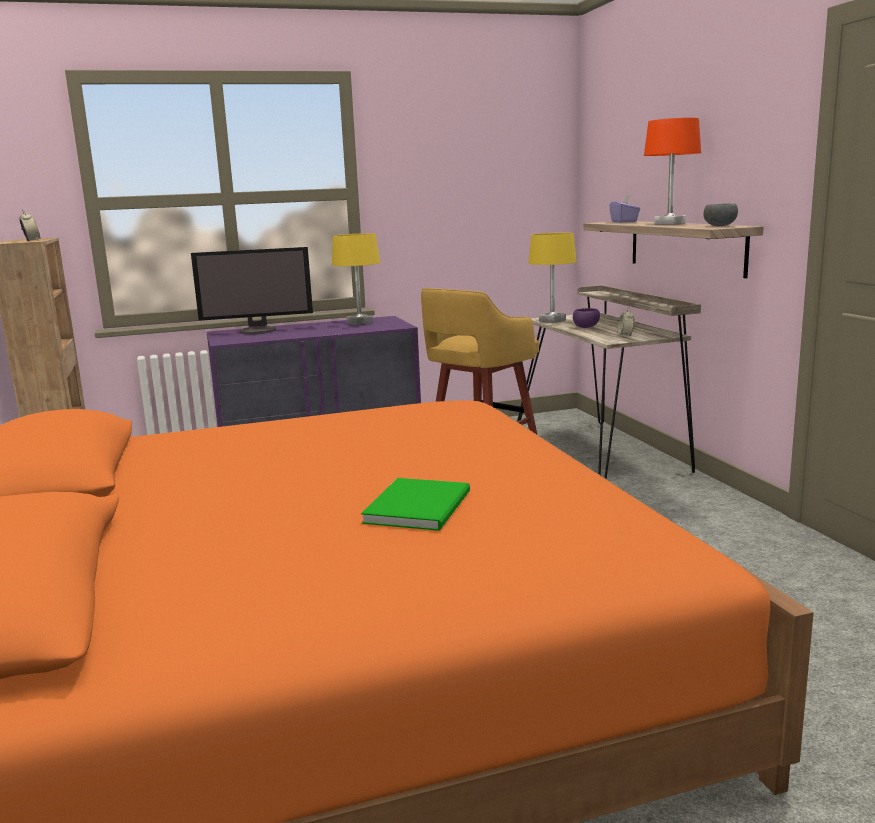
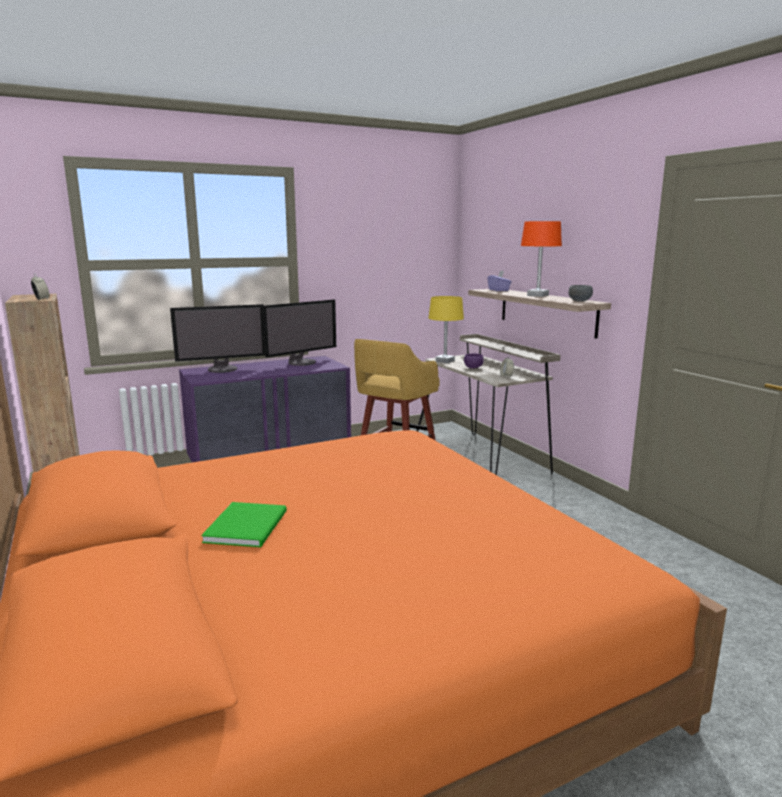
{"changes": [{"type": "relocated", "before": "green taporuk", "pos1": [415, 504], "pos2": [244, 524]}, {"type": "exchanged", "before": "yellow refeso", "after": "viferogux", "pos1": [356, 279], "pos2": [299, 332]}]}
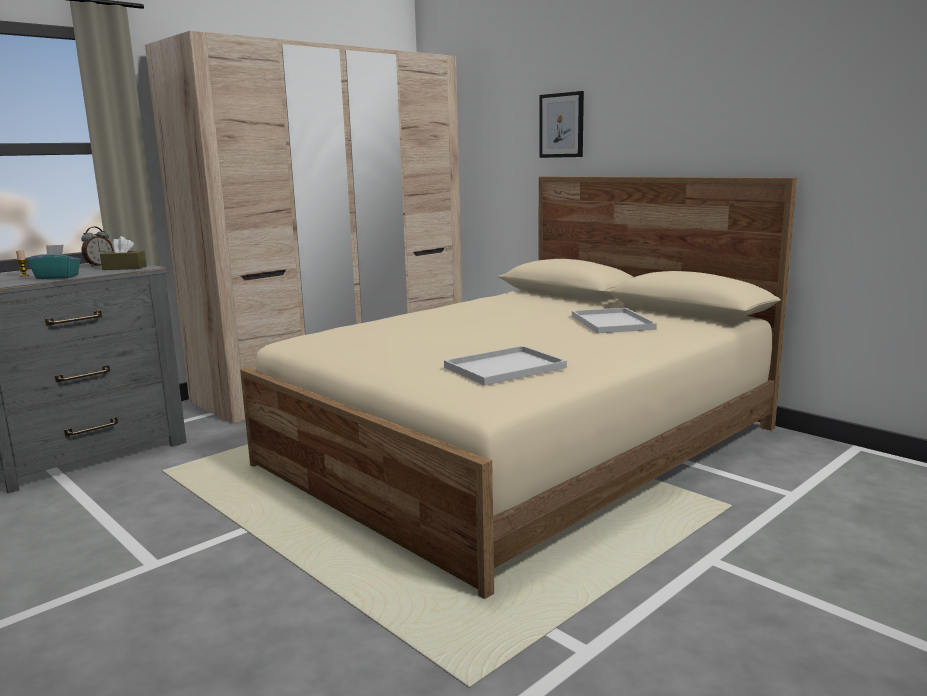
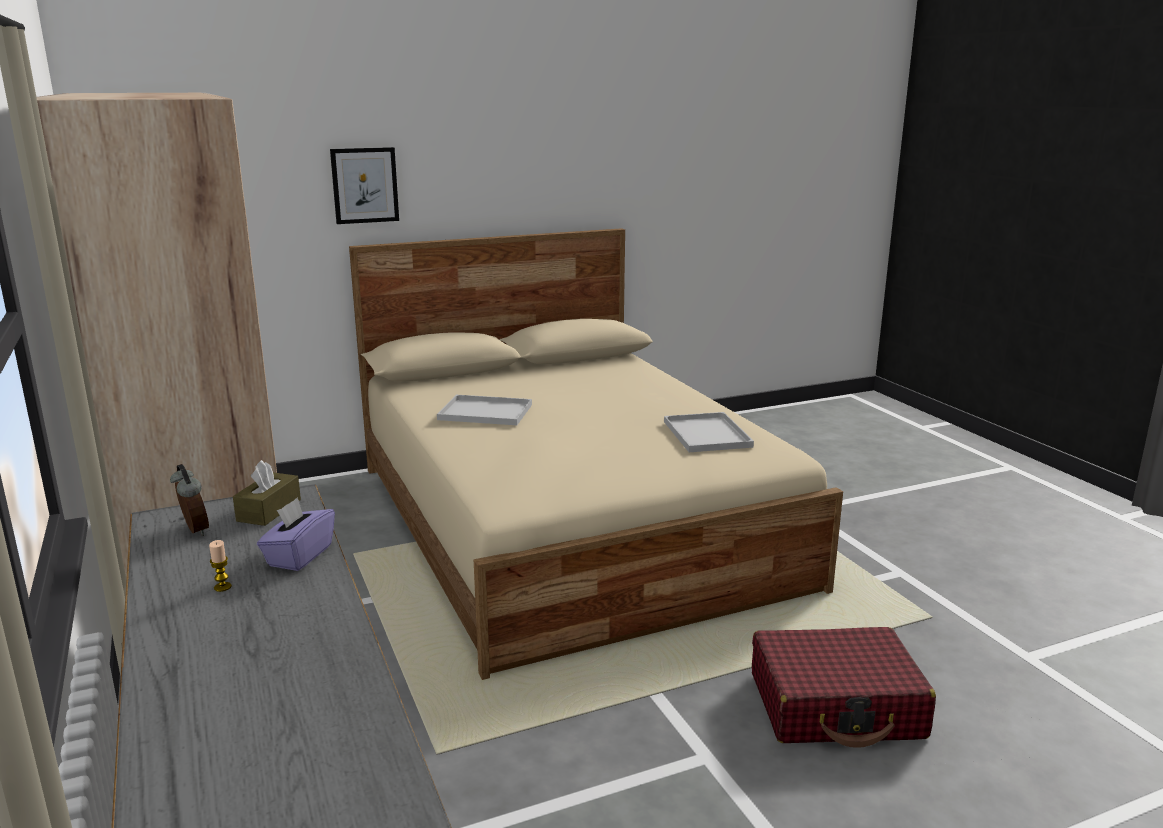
{"changes": [{"type": "appeared", "after": "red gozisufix", "pos2": [844, 687]}, {"type": "relocated", "before": "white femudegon", "pos1": [614, 321], "pos2": [484, 410]}, {"type": "colour", "before": "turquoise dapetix", "after": "purple dapetix", "pos1": [54, 262], "pos2": [296, 534]}]}
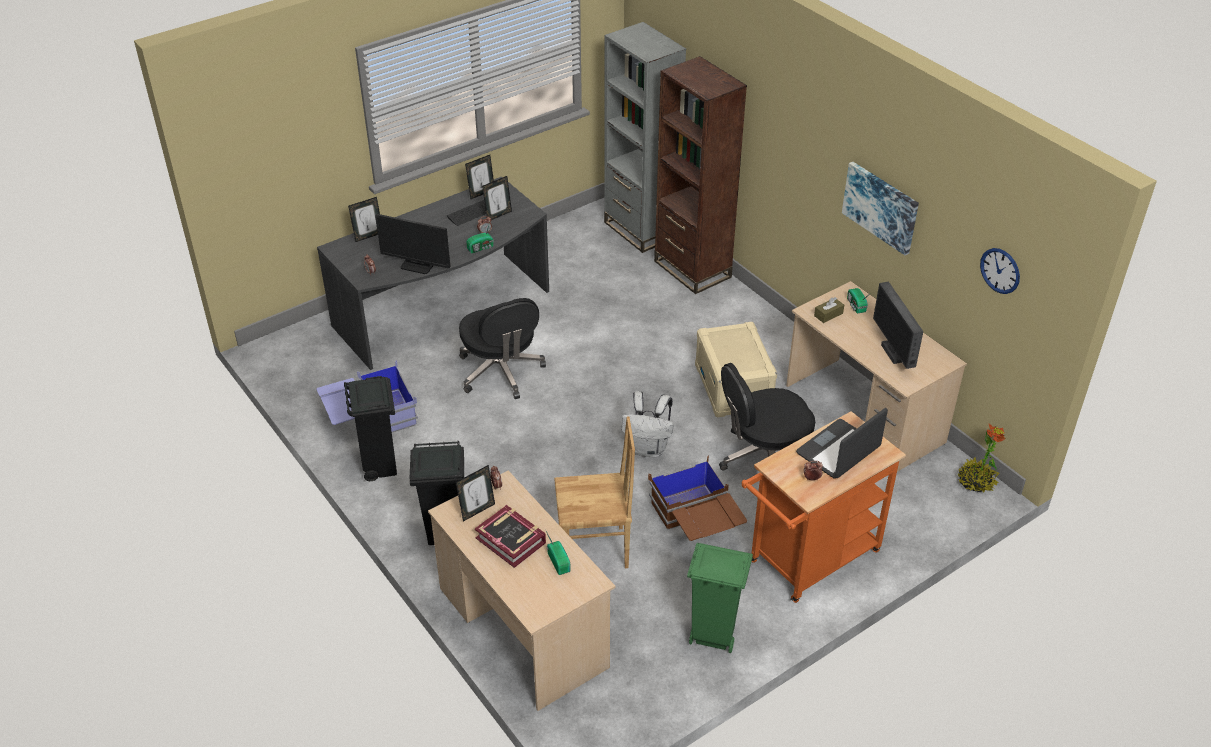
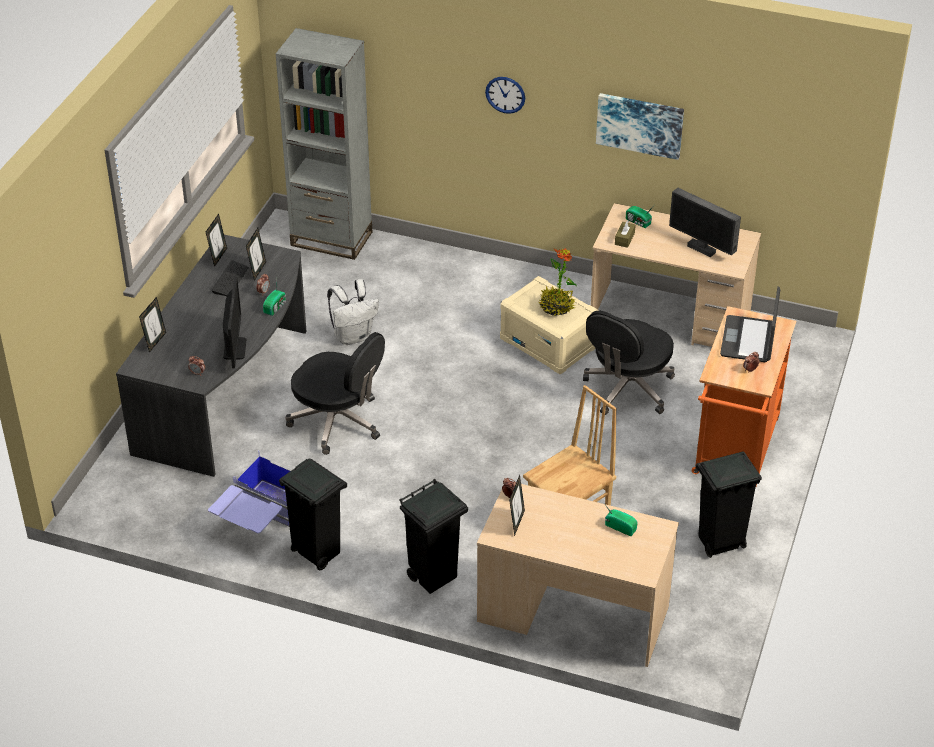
{"changes": [{"type": "missing", "before": "taporuk", "pos1": [510, 536]}, {"type": "missing", "before": "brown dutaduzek", "pos1": [697, 498]}, {"type": "missing", "before": "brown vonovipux", "pos1": [700, 175]}, {"type": "relocated", "before": "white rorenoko", "pos1": [648, 424], "pos2": [353, 312]}, {"type": "relocated", "before": "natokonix", "pos1": [982, 458], "pos2": [558, 282]}, {"type": "relocated", "before": "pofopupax", "pos1": [1000, 271], "pos2": [505, 95]}, {"type": "colour", "before": "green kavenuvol", "after": "black kavenuvol", "pos1": [720, 598], "pos2": [729, 505]}, {"type": "spun", "before": "viferogux", "pos1": [413, 244], "pos2": [234, 322], "turn": -75}]}
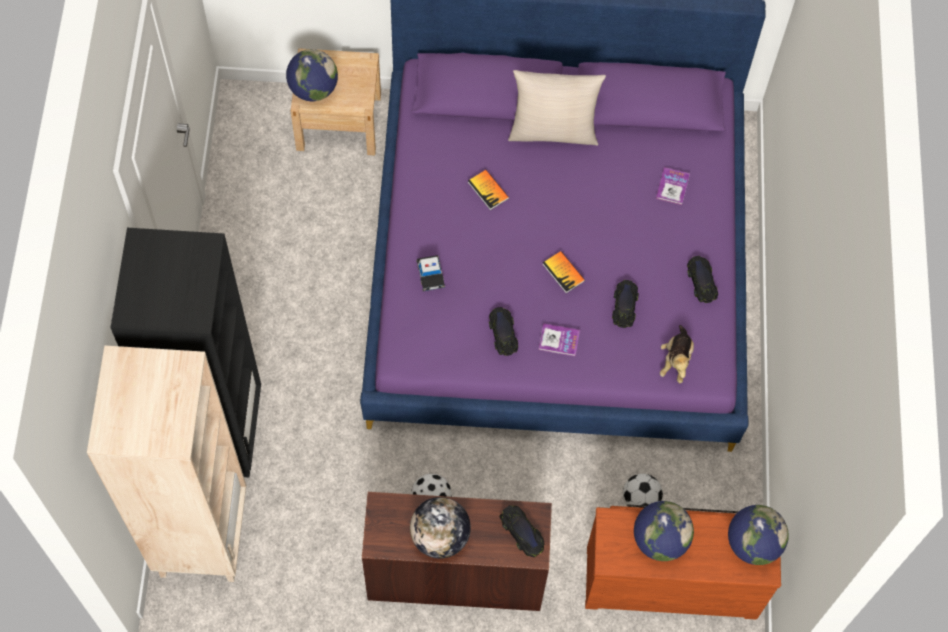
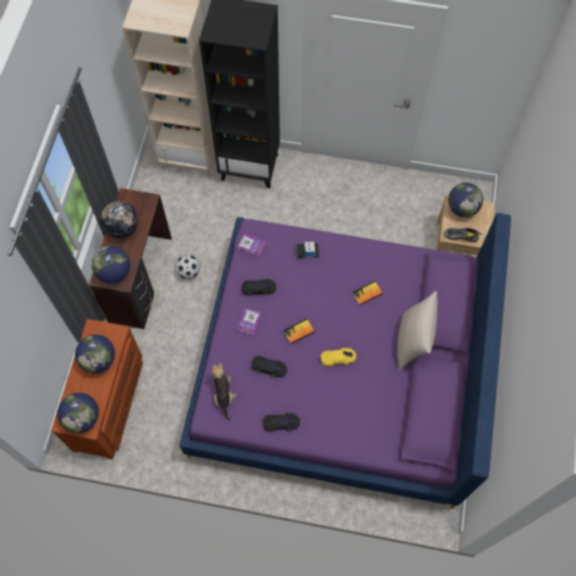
{"changes": [{"type": "missing", "before": "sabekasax", "pos1": [643, 491]}, {"type": "appeared", "after": "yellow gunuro", "pos2": [338, 357]}, {"type": "appeared", "after": "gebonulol", "pos2": [463, 235]}, {"type": "relocated", "before": "taporuk", "pos1": [673, 186], "pos2": [251, 245]}, {"type": "exchanged", "before": "black gunuro", "after": "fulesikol", "pos1": [522, 531], "pos2": [111, 265]}, {"type": "spun", "before": "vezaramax", "pos1": [677, 354], "pos2": [224, 392], "turn": 60}]}
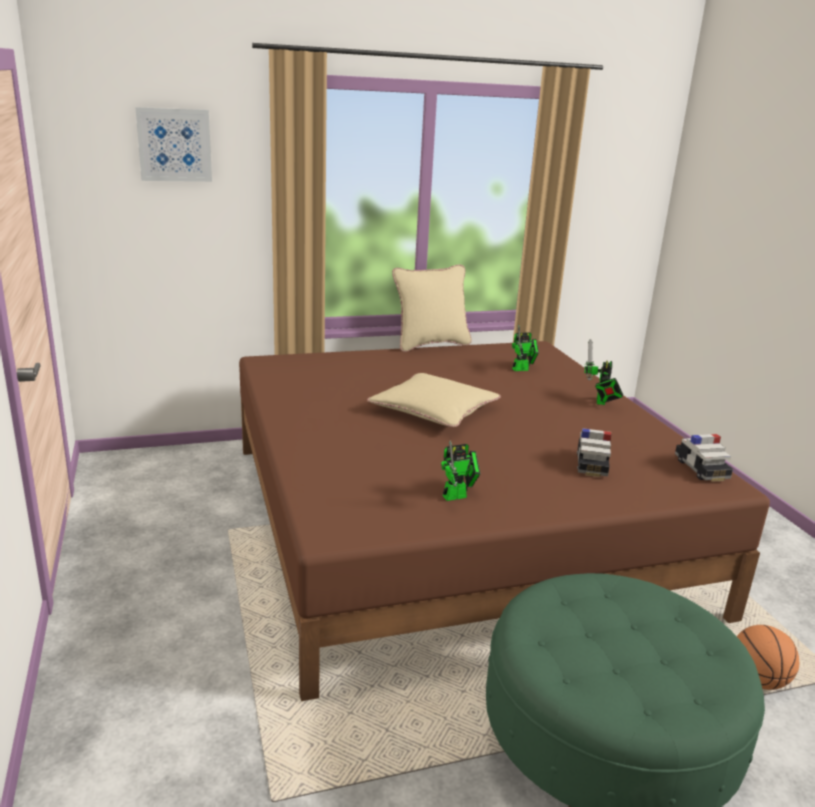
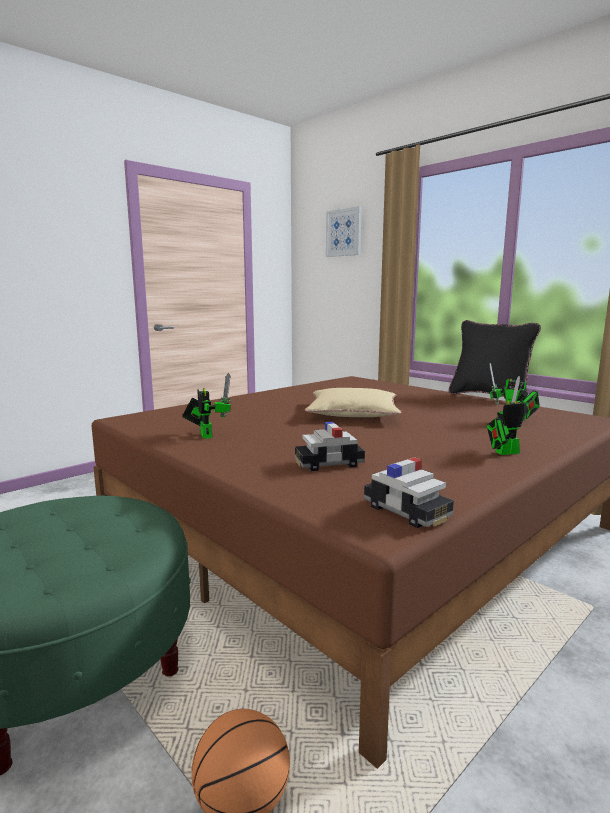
{"changes": [{"type": "colour", "before": "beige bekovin", "after": "black bekovin", "pos1": [432, 308], "pos2": [495, 361]}, {"type": "spun", "before": "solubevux", "pos1": [460, 470], "pos2": [206, 406], "turn": -150}, {"type": "spun", "before": "gunuro", "pos1": [704, 458], "pos2": [409, 492], "turn": -90}]}
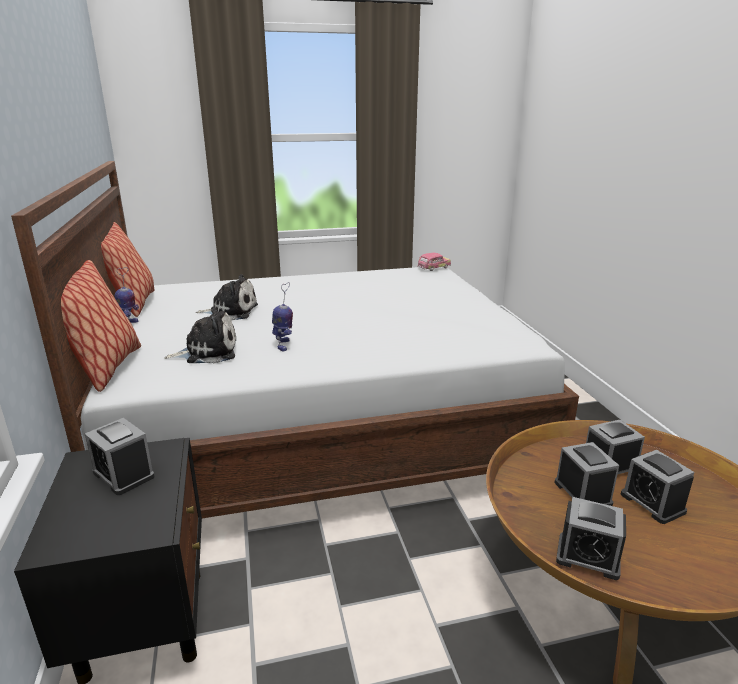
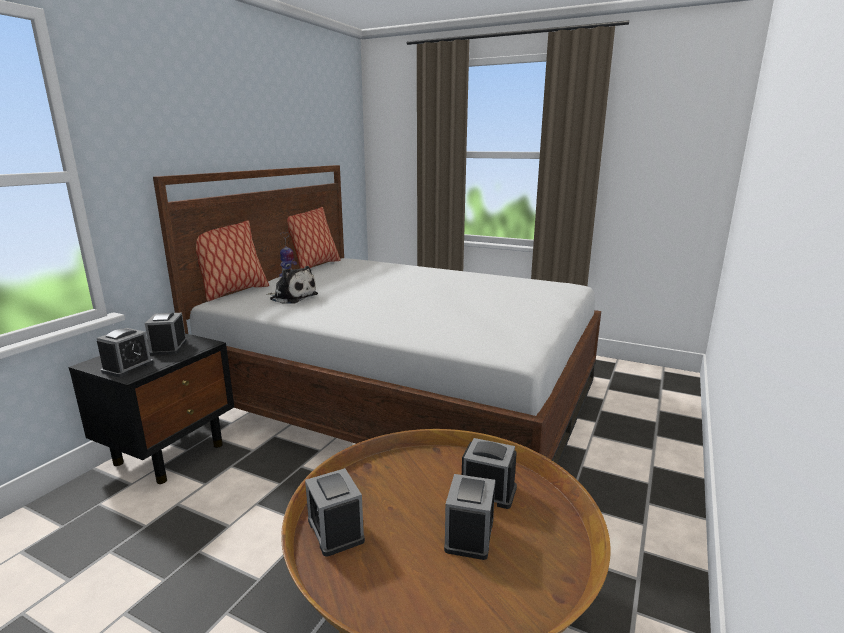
{"changes": [{"type": "missing", "before": "vezaramax", "pos1": [227, 297]}, {"type": "missing", "before": "solubevux", "pos1": [282, 316]}, {"type": "missing", "before": "gunuro", "pos1": [434, 262]}, {"type": "relocated", "before": "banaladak", "pos1": [587, 474], "pos2": [125, 352]}]}
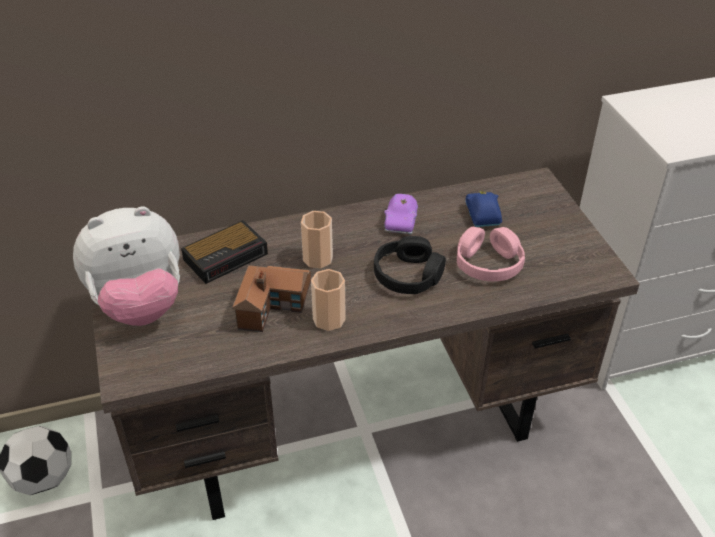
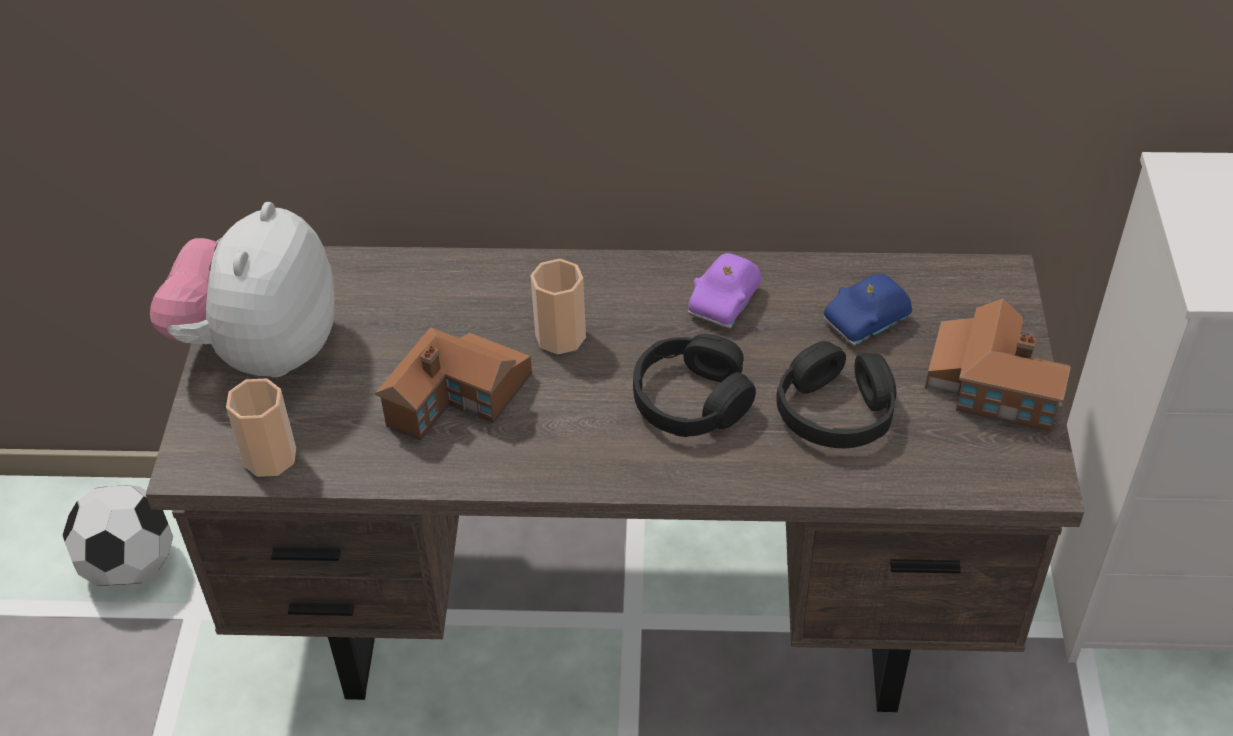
{"changes": [{"type": "missing", "before": "banaladak", "pos1": [224, 252]}, {"type": "appeared", "after": "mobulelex", "pos2": [998, 365]}, {"type": "relocated", "before": "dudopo", "pos1": [328, 300], "pos2": [261, 428]}, {"type": "colour", "before": "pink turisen", "after": "black turisen", "pos1": [491, 254], "pos2": [836, 394]}, {"type": "spun", "before": "vezaramax", "pos1": [126, 266], "pos2": [242, 289], "turn": 105}, {"type": "spun", "before": "blue gunuro", "pos1": [483, 208], "pos2": [868, 310], "turn": -135}]}
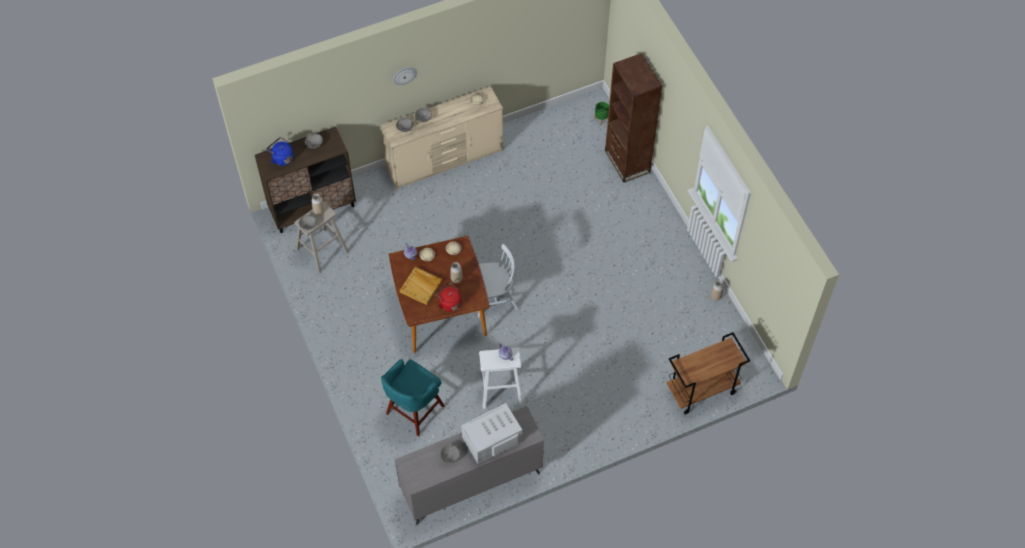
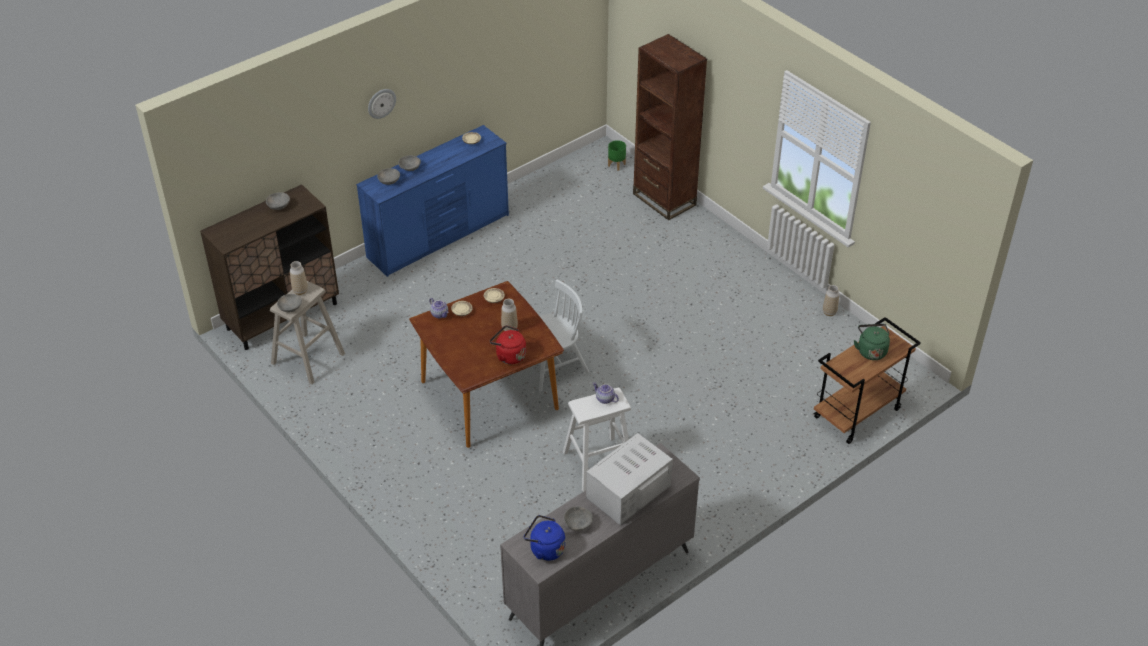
{"changes": [{"type": "missing", "before": "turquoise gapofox", "pos1": [412, 397]}, {"type": "missing", "before": "beige femudegon", "pos1": [421, 286]}, {"type": "appeared", "after": "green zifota", "pos2": [872, 342]}, {"type": "relocated", "before": "blue zifota", "pos1": [280, 151], "pos2": [544, 538]}, {"type": "colour", "before": "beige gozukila", "after": "blue gozukila", "pos1": [441, 138], "pos2": [432, 201]}]}
